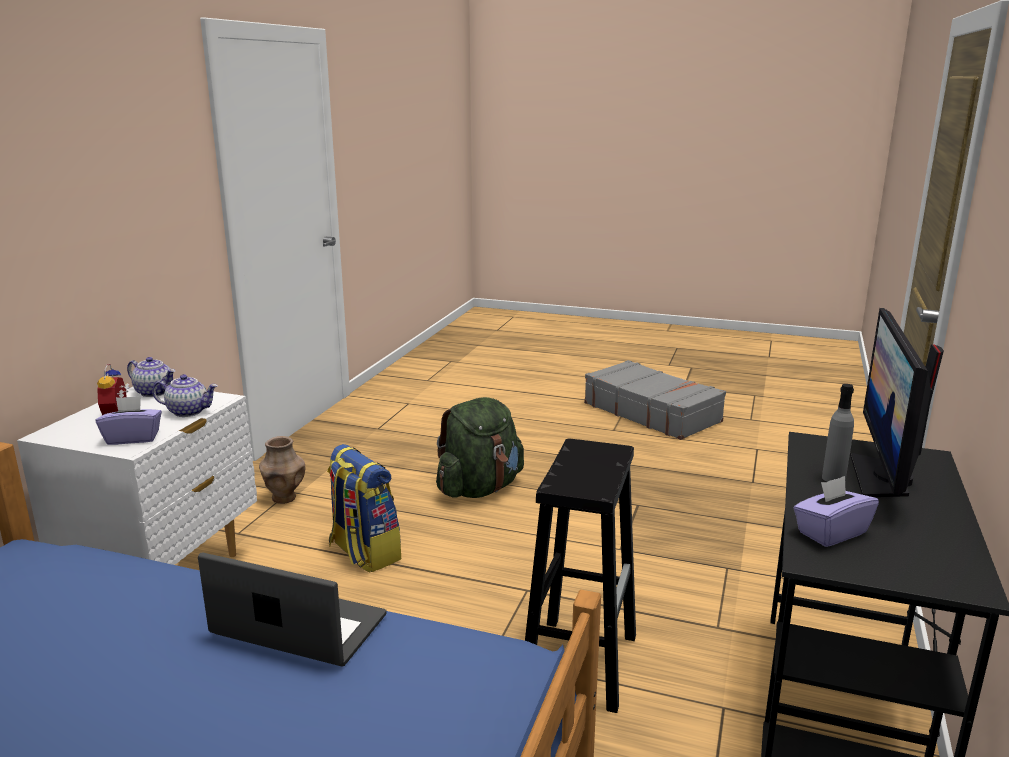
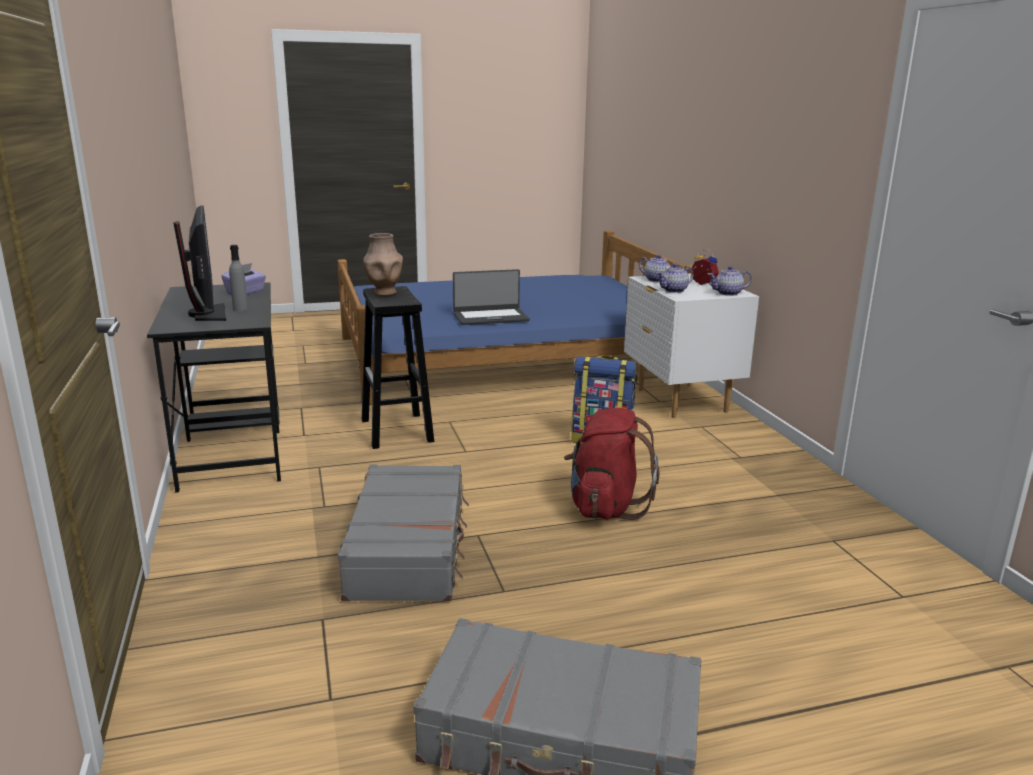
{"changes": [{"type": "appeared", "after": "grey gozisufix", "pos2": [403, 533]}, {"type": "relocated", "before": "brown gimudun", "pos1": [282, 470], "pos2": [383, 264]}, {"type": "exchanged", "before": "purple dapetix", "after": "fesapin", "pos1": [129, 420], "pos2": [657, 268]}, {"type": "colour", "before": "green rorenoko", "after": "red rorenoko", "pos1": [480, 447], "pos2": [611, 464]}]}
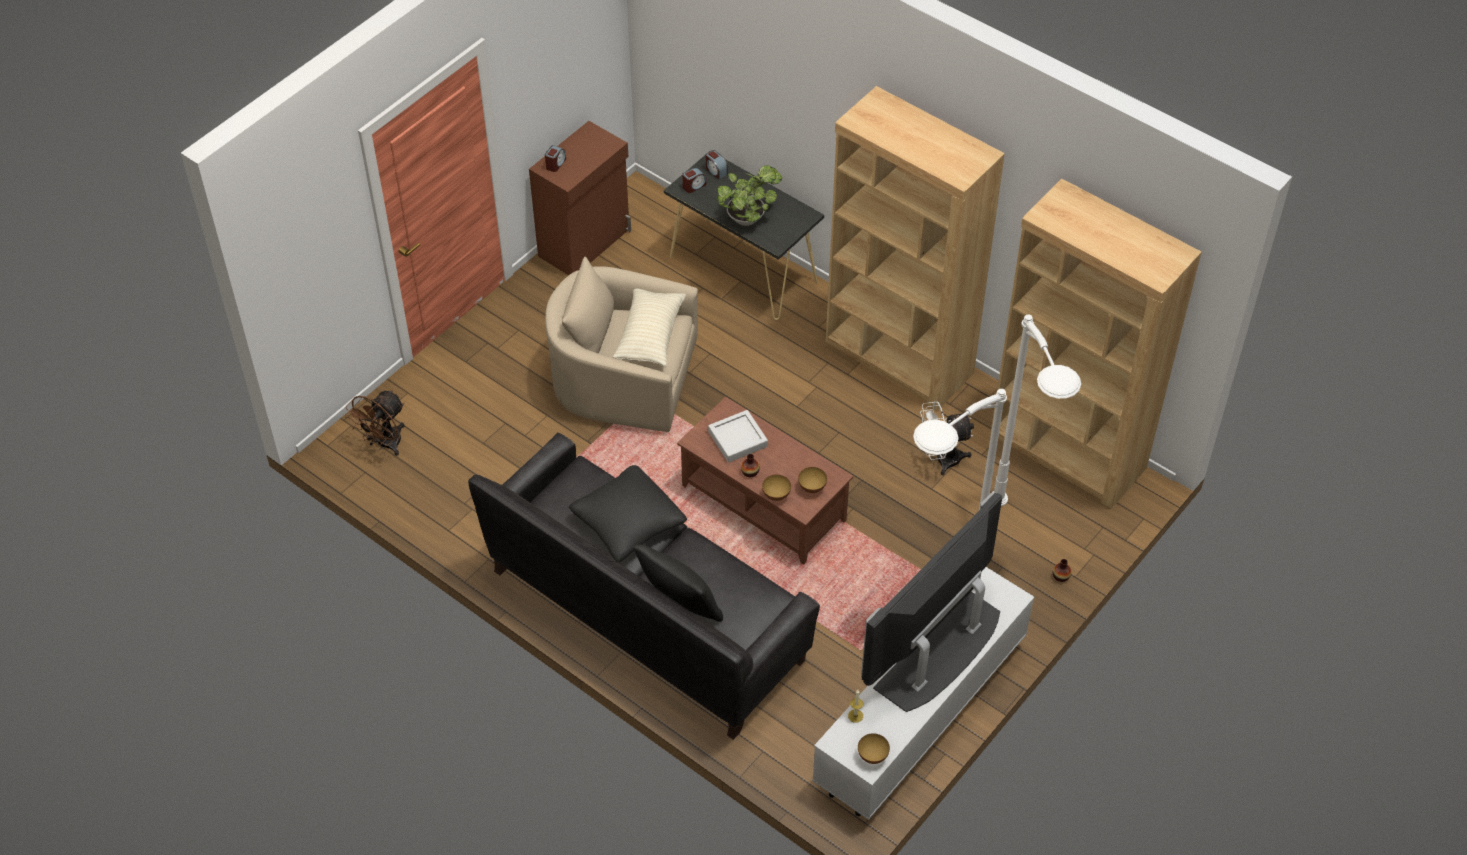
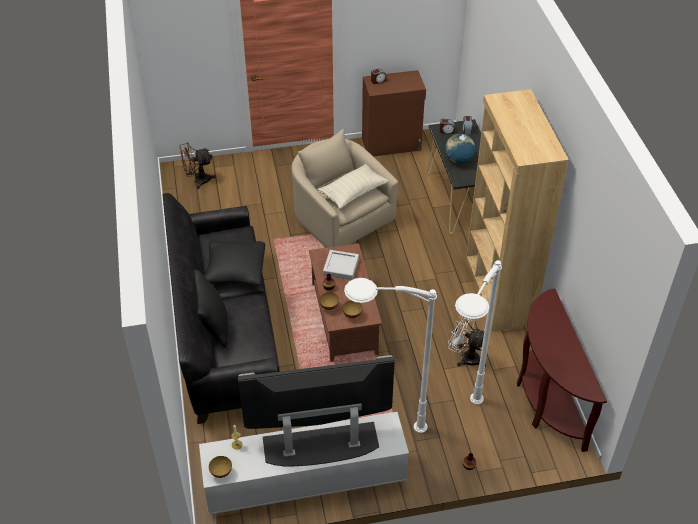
{"changes": [{"type": "exchanged", "before": "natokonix", "after": "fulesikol", "pos1": [749, 195], "pos2": [460, 149]}, {"type": "exchanged", "before": "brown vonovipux", "after": "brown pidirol", "pos1": [1095, 344], "pos2": [562, 370]}]}
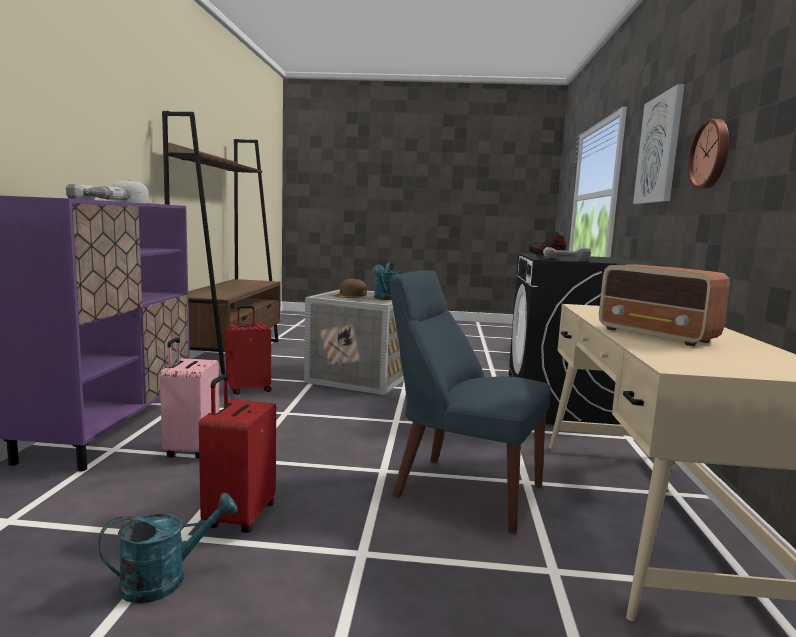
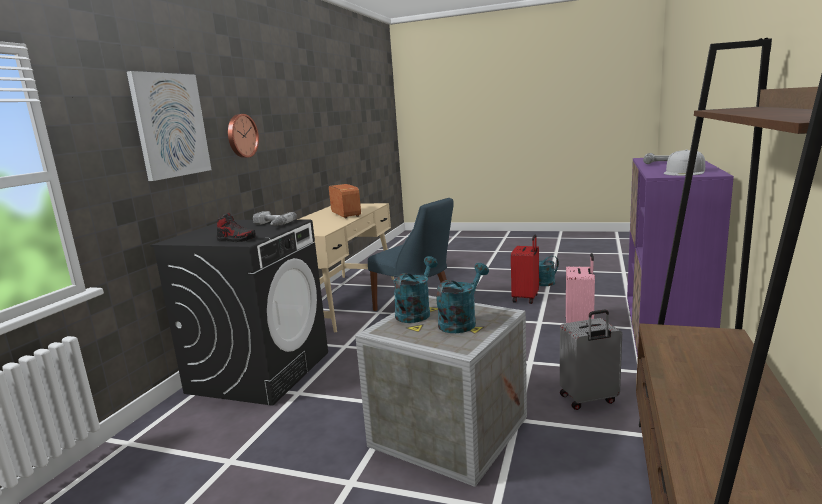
{"changes": [{"type": "exchanged", "before": "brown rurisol", "after": "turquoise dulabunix", "pos1": [350, 288], "pos2": [463, 298]}, {"type": "colour", "before": "red gozisufix", "after": "grey gozisufix", "pos1": [248, 350], "pos2": [591, 359]}]}
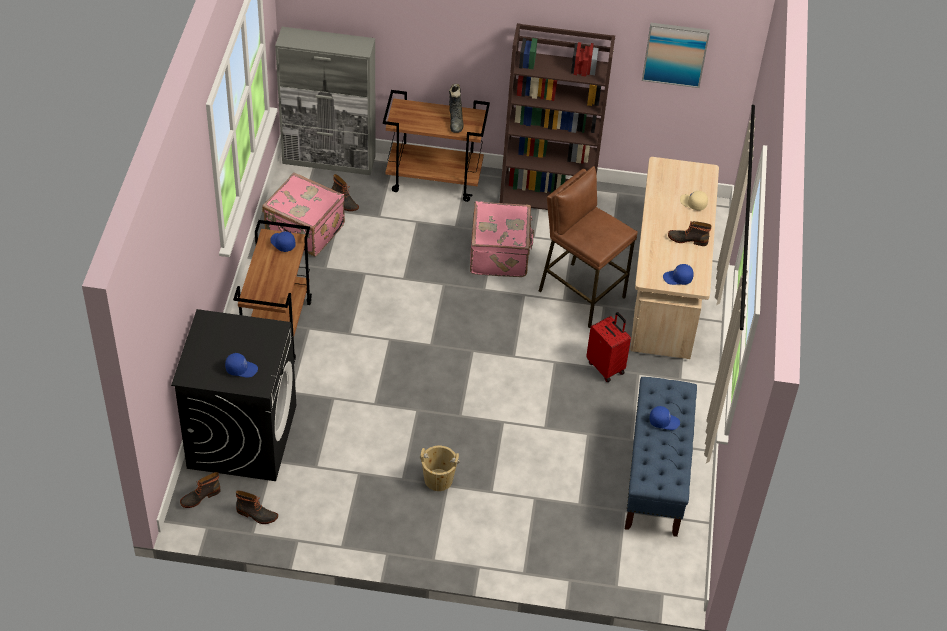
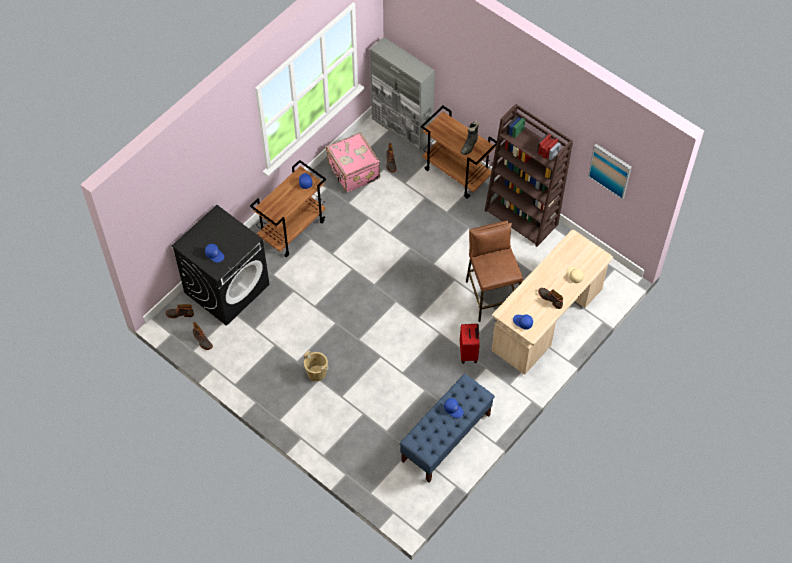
{"changes": [{"type": "missing", "before": "pink gozisufix", "pos1": [502, 239]}]}
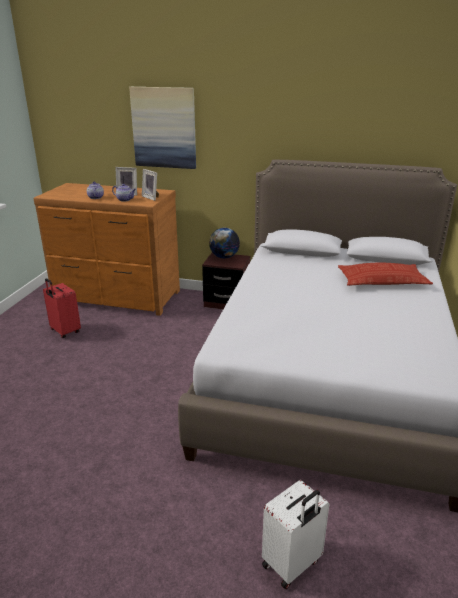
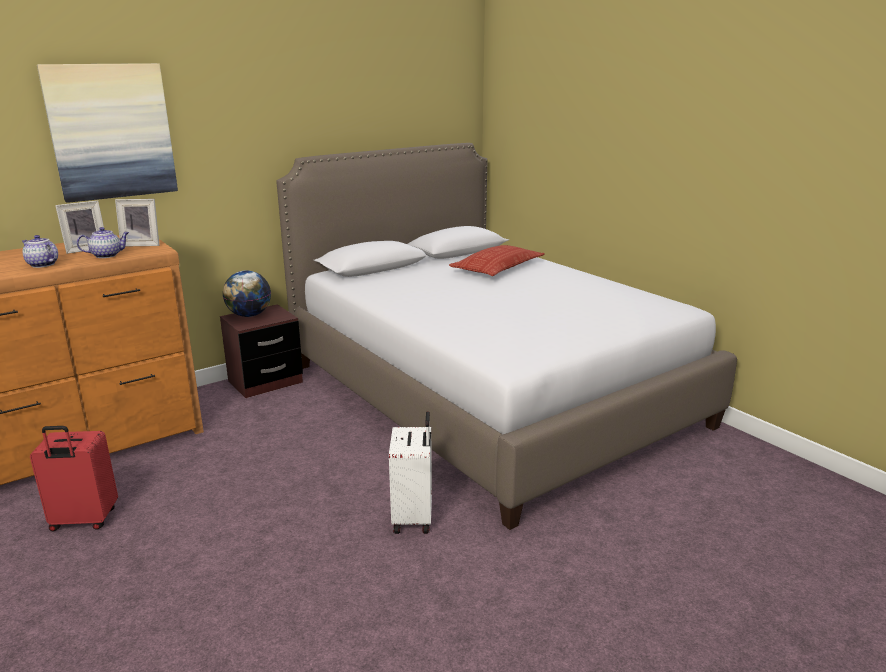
{"changes": [{"type": "relocated", "before": "white gozisufix", "pos1": [295, 534], "pos2": [410, 472]}]}
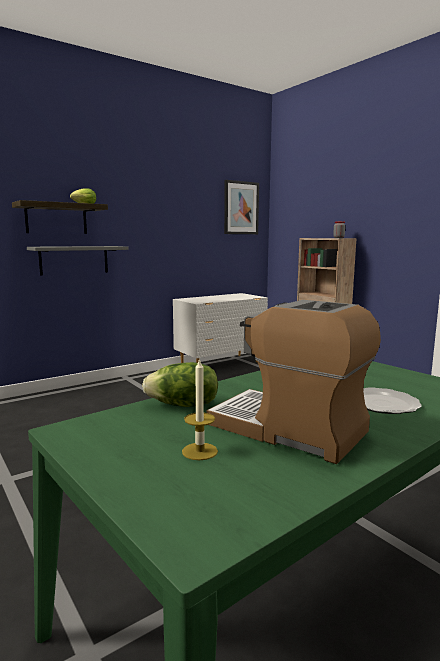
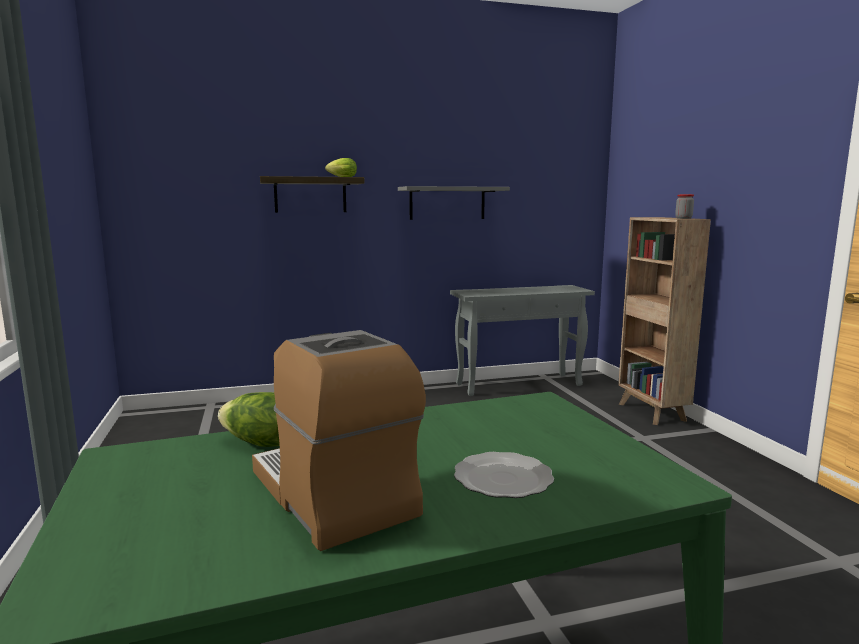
{"changes": [{"type": "missing", "before": "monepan", "pos1": [200, 409]}, {"type": "missing", "before": "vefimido", "pos1": [241, 207]}, {"type": "relocated", "before": "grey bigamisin", "pos1": [77, 260], "pos2": [454, 203]}, {"type": "exchanged", "before": "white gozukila", "after": "grey pidirol", "pos1": [220, 328], "pos2": [522, 340]}]}
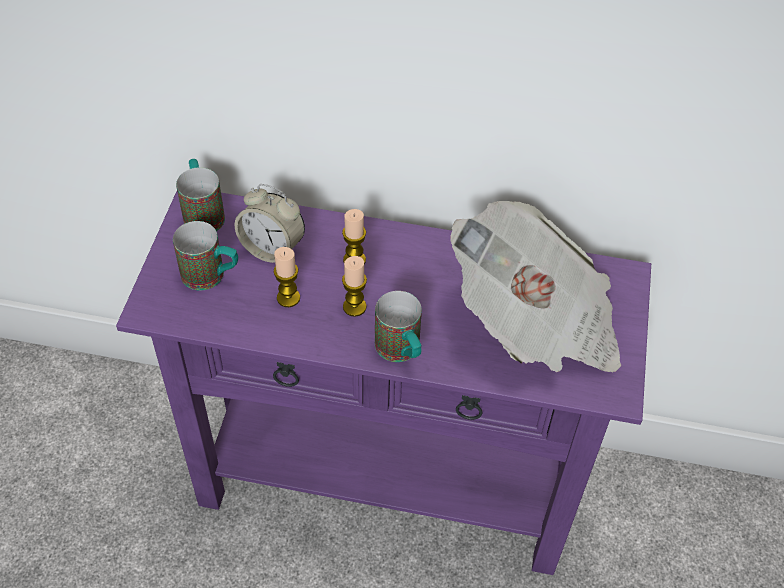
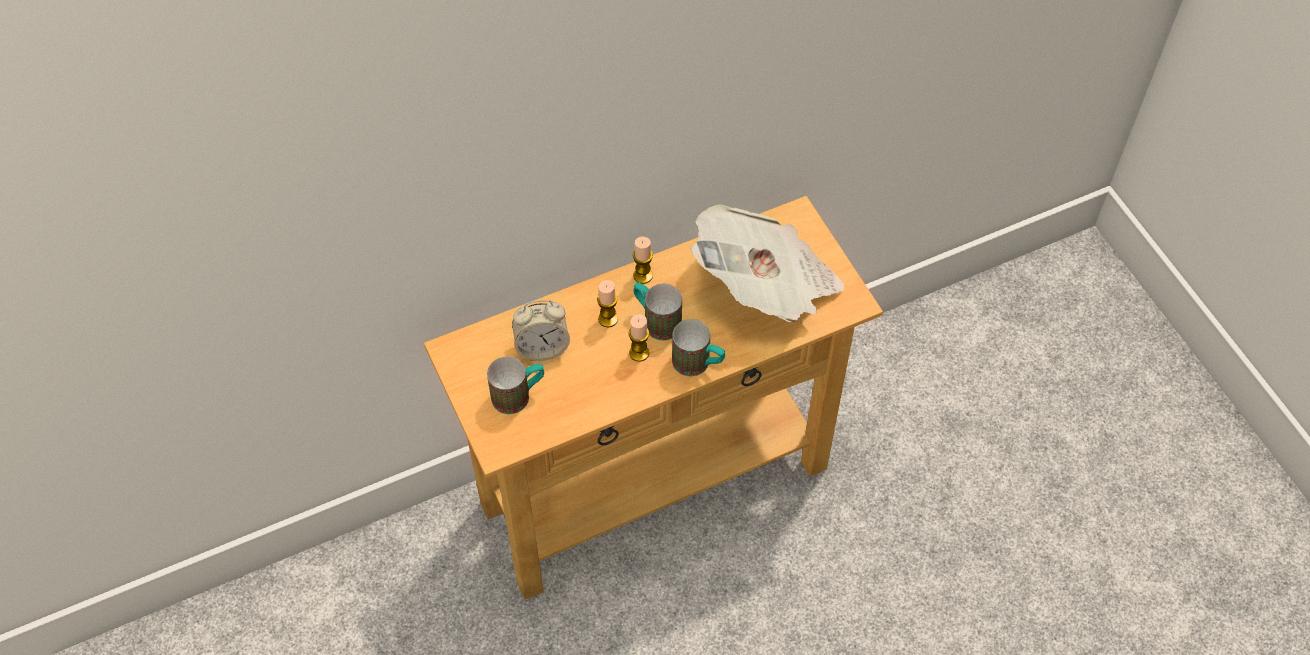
{"changes": [{"type": "relocated", "before": "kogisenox", "pos1": [200, 195], "pos2": [658, 311]}, {"type": "relocated", "before": "monepan", "pos1": [287, 277], "pos2": [643, 260]}, {"type": "colour", "before": "purple pidirol", "after": "beige pidirol", "pos1": [383, 383], "pos2": [653, 398]}]}
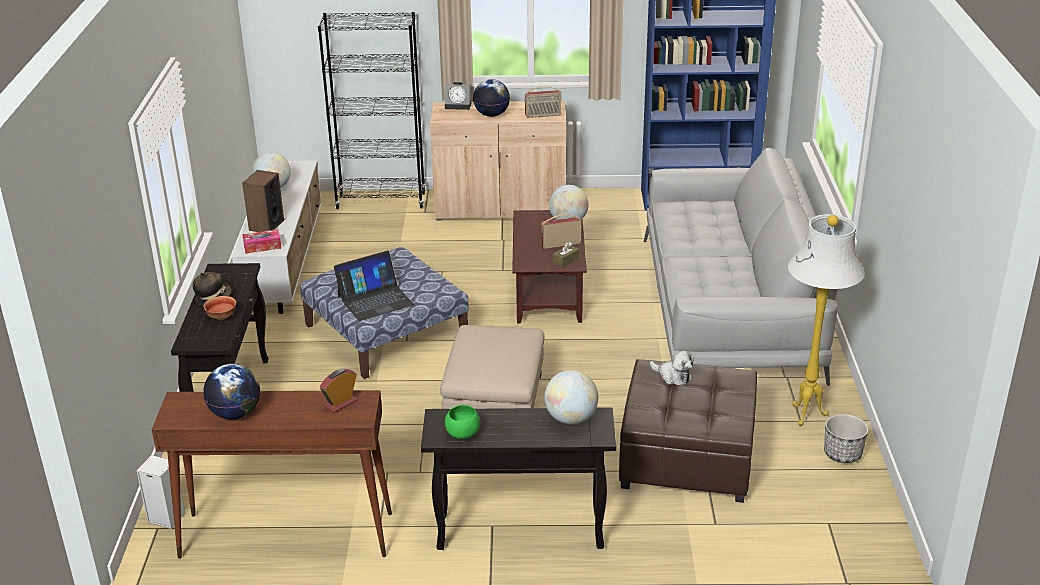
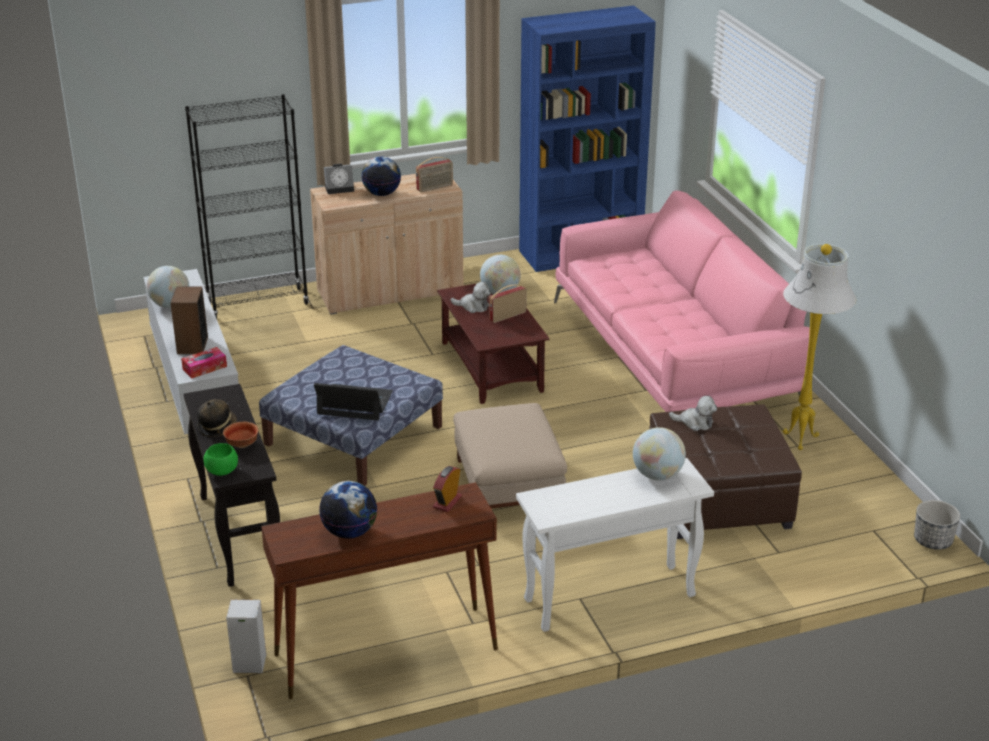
{"changes": [{"type": "missing", "before": "brown dapetix", "pos1": [566, 255]}, {"type": "appeared", "after": "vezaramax", "pos2": [470, 297]}, {"type": "relocated", "before": "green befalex", "pos1": [462, 422], "pos2": [220, 459]}, {"type": "relocated", "before": "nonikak", "pos1": [846, 438], "pos2": [937, 525]}, {"type": "colour", "before": "black pidirol", "after": "white pidirol", "pos1": [518, 478], "pos2": [615, 545]}, {"type": "colour", "before": "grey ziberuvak", "after": "pink ziberuvak", "pos1": [741, 267], "pos2": [682, 301]}, {"type": "spun", "before": "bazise", "pos1": [374, 286], "pos2": [353, 402], "turn": -120}]}
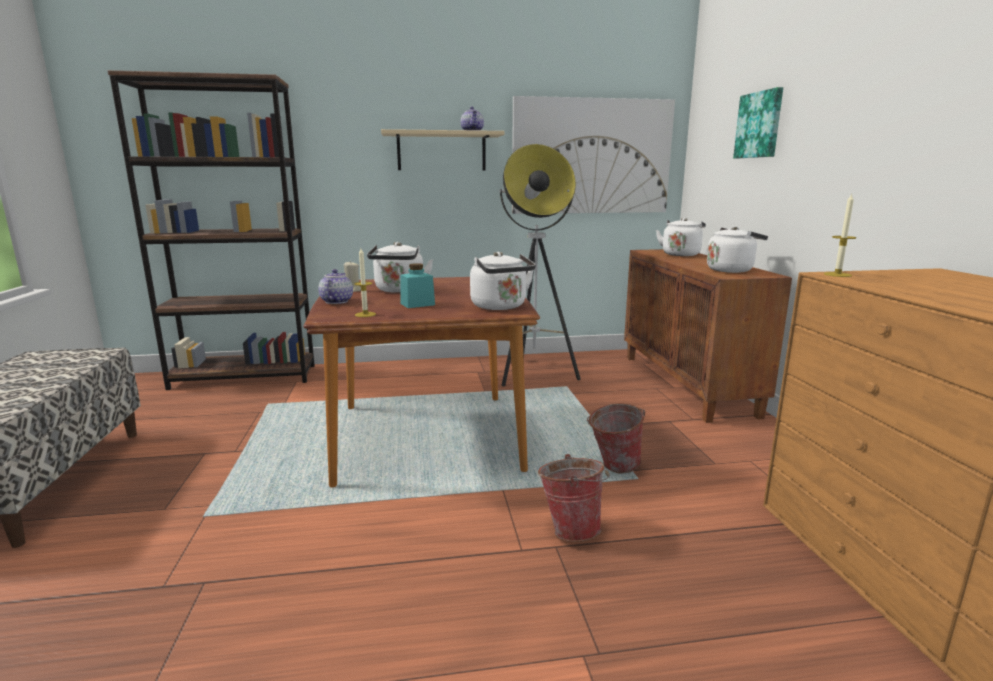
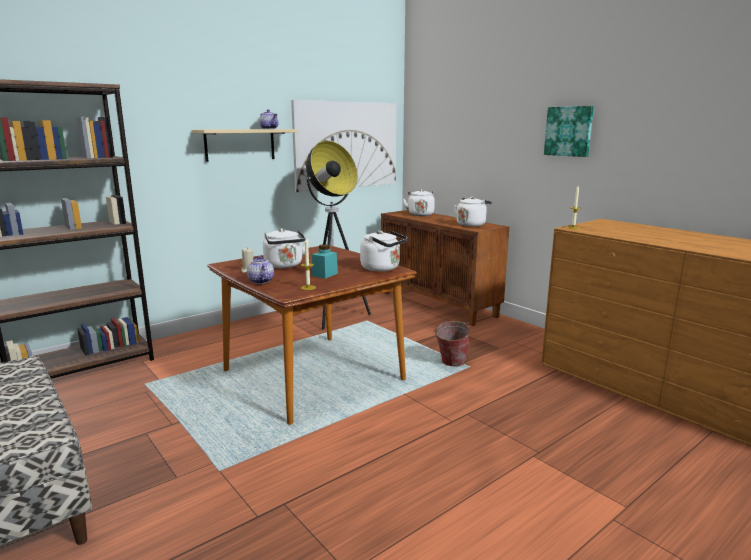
{"changes": [{"type": "missing", "before": "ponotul", "pos1": [574, 498]}, {"type": "relocated", "before": "vefimido", "pos1": [758, 122], "pos2": [569, 131]}]}
